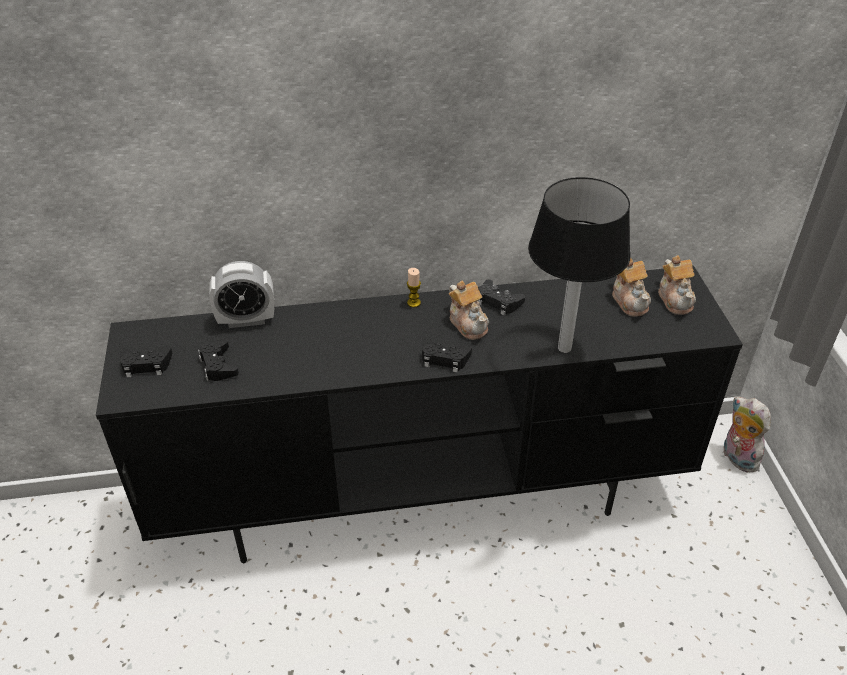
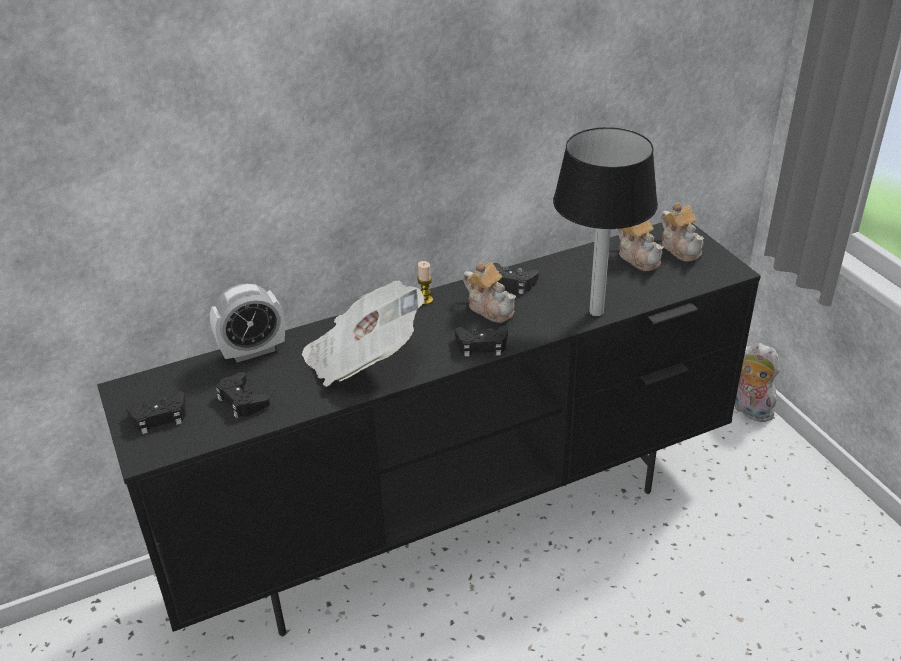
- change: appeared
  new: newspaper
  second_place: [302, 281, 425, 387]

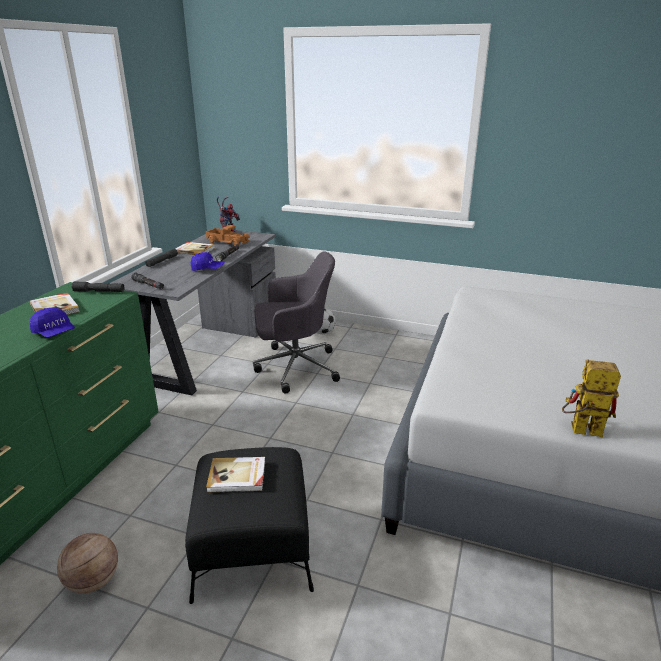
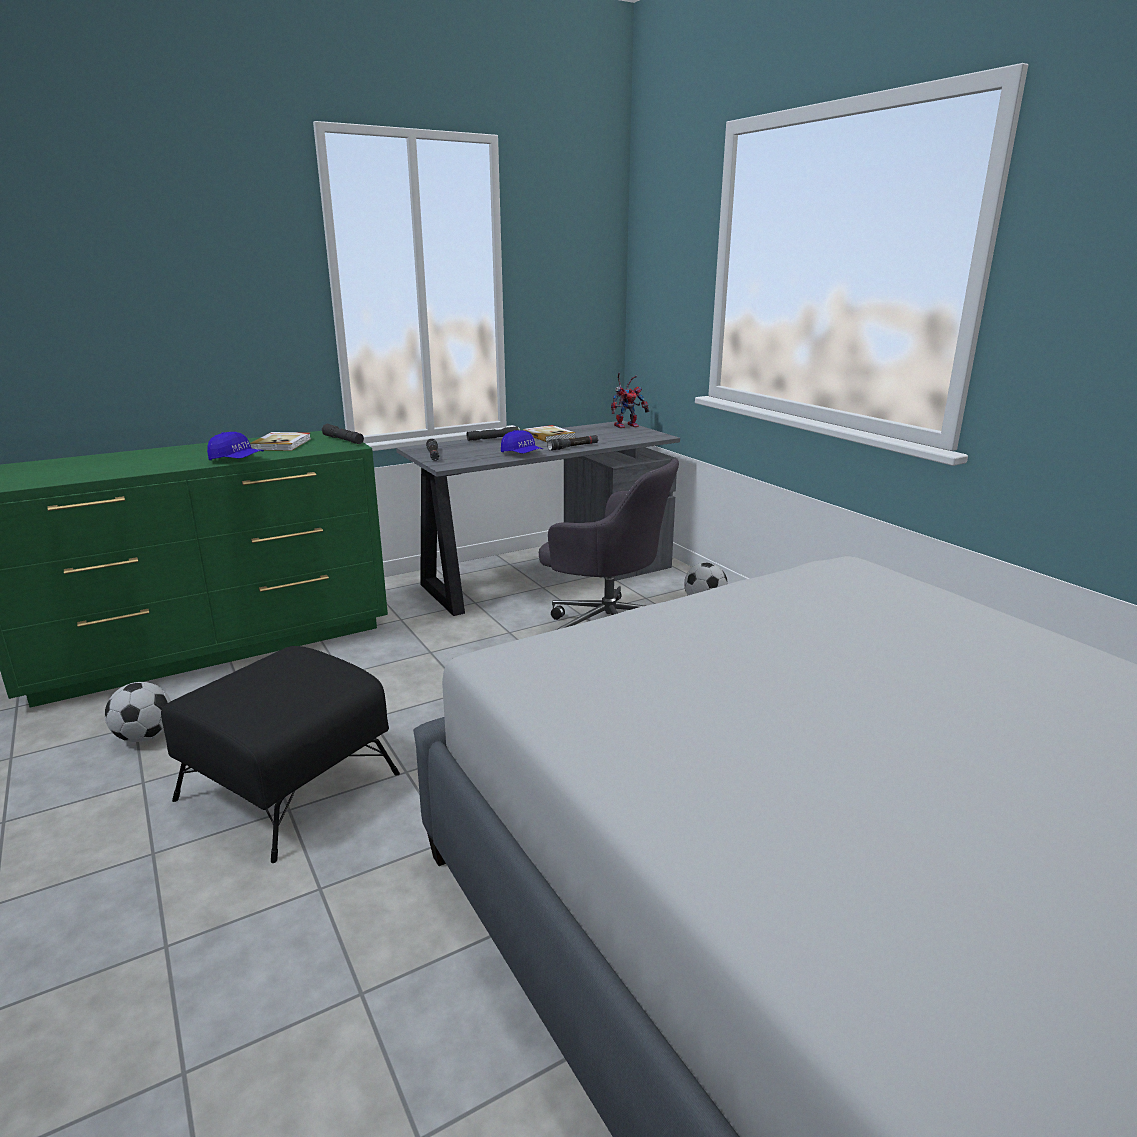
- change: spun
  old: blue cap
  first_place: [30, 308, 75, 337]
  second_place: [207, 432, 264, 460]
  degrees: -60
- change: exchanged
  old: basketball
  new: football
  first_place: [57, 533, 118, 594]
  second_place: [105, 682, 171, 742]
- change: missing
  old: toy truck
  first_place: [206, 225, 250, 245]
- change: missing
  old: book
  first_place: [206, 457, 265, 493]
- change: missing
  old: toy robot
  first_place: [562, 359, 621, 437]

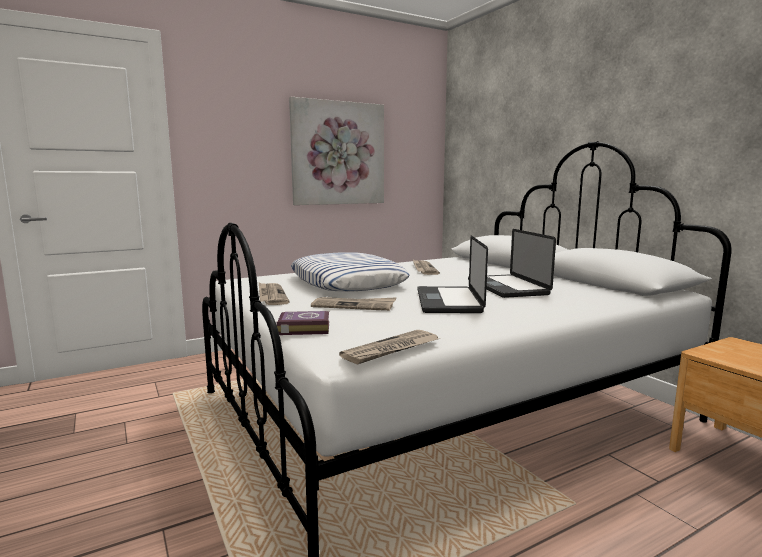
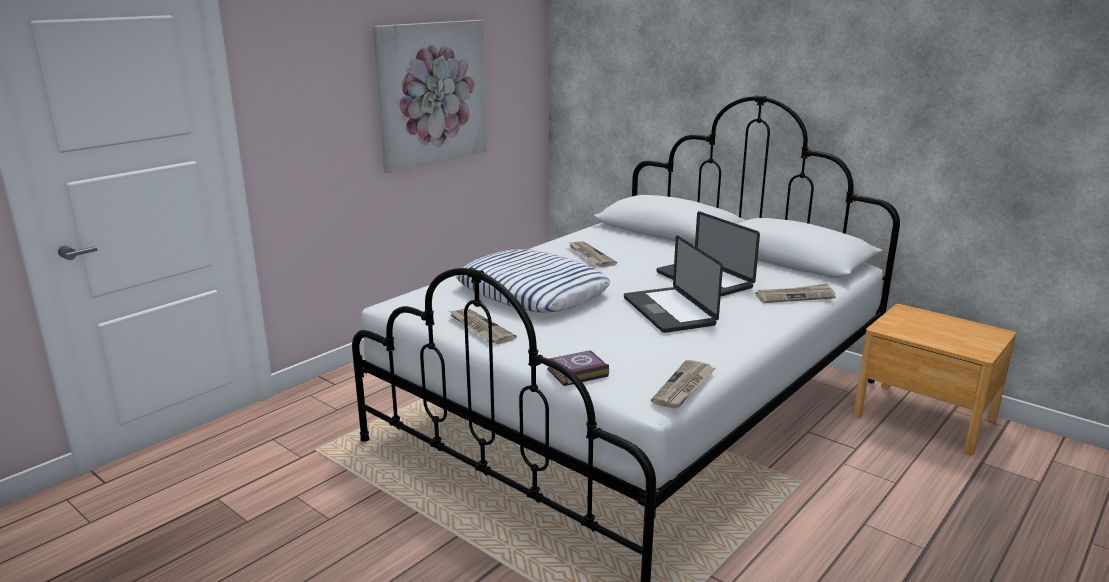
- change: relocated
  old: newspaper
  first_place: [311, 297, 396, 311]
  second_place: [755, 283, 836, 303]

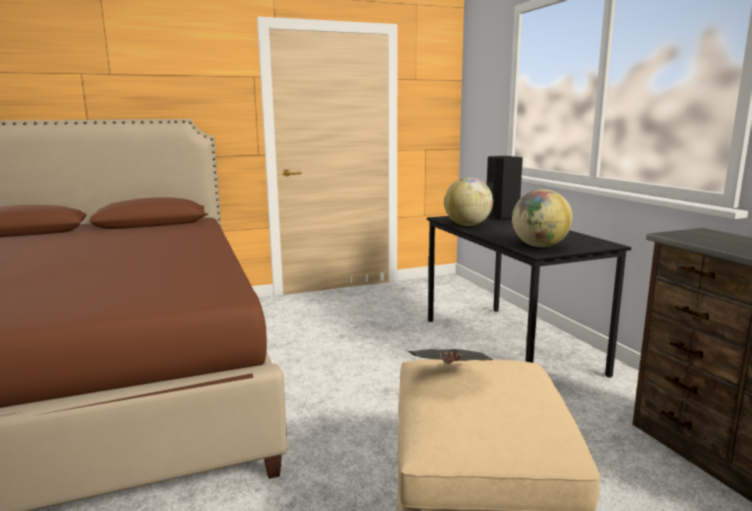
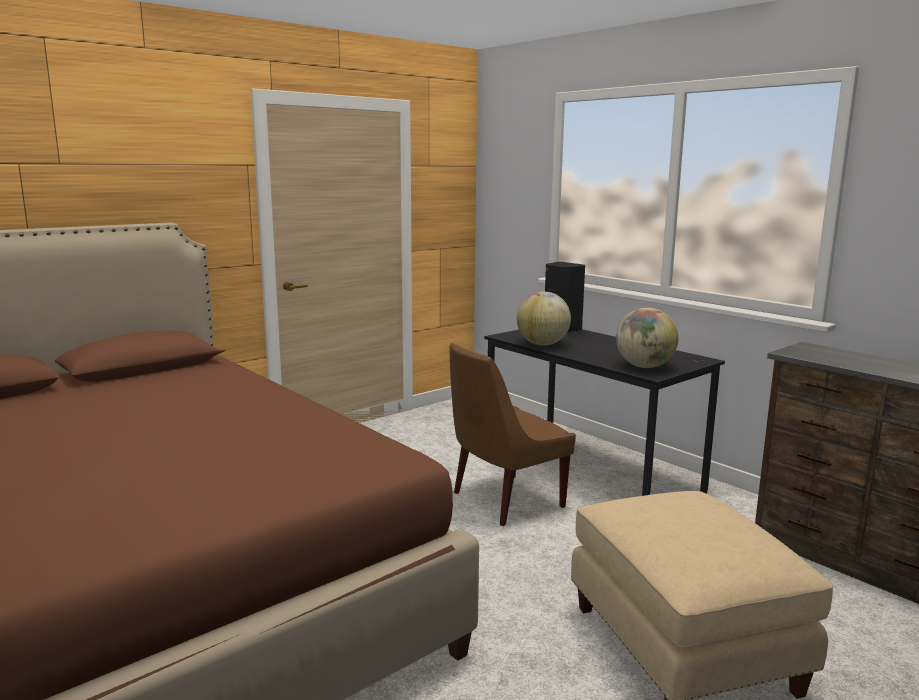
- change: missing
  old: newspaper
  first_place: [405, 349, 493, 364]
- change: appeared
  new: brown chair
  second_place: [449, 343, 576, 526]

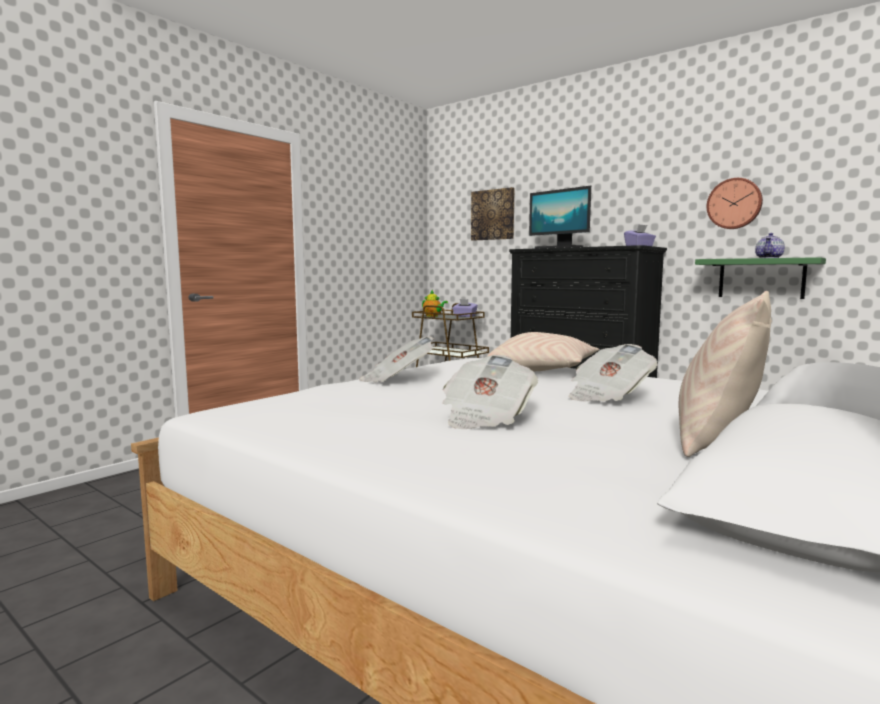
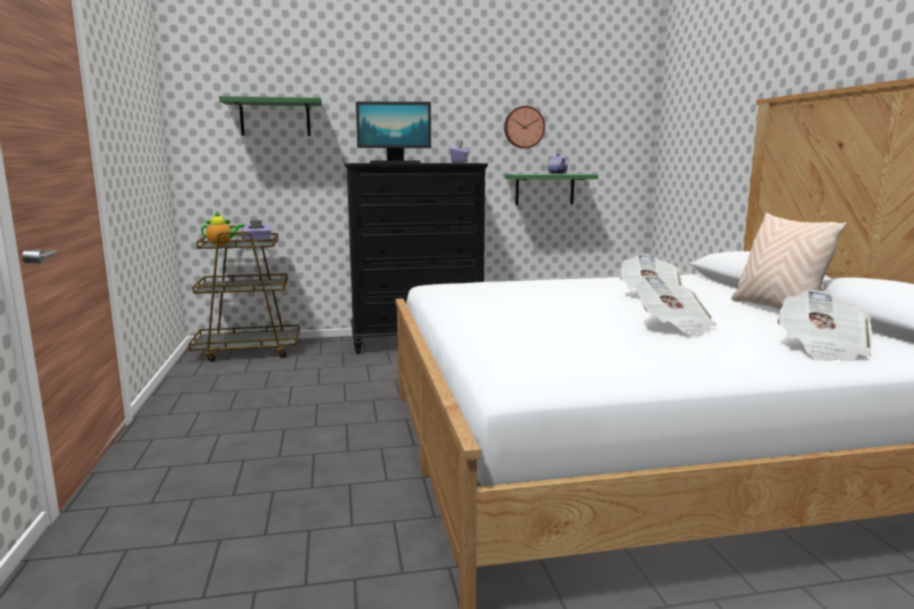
- change: relocated
  old: newspaper
  first_place: [360, 336, 434, 382]
  second_place: [777, 290, 873, 361]
- change: exchanged
  old: picture
  new: green shelf
  first_place: [471, 187, 514, 241]
  second_place: [219, 96, 322, 136]
- change: missing
  old: beige pillow
  first_place: [487, 332, 599, 371]

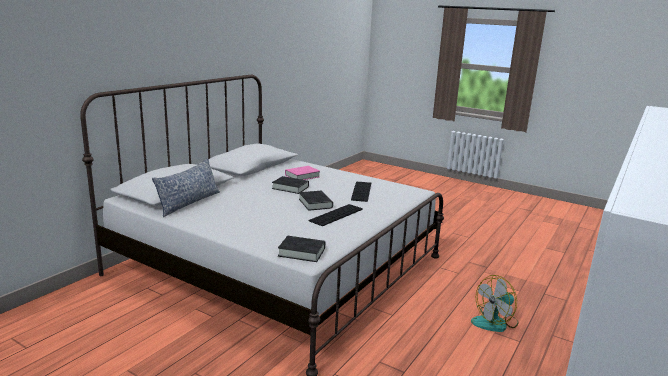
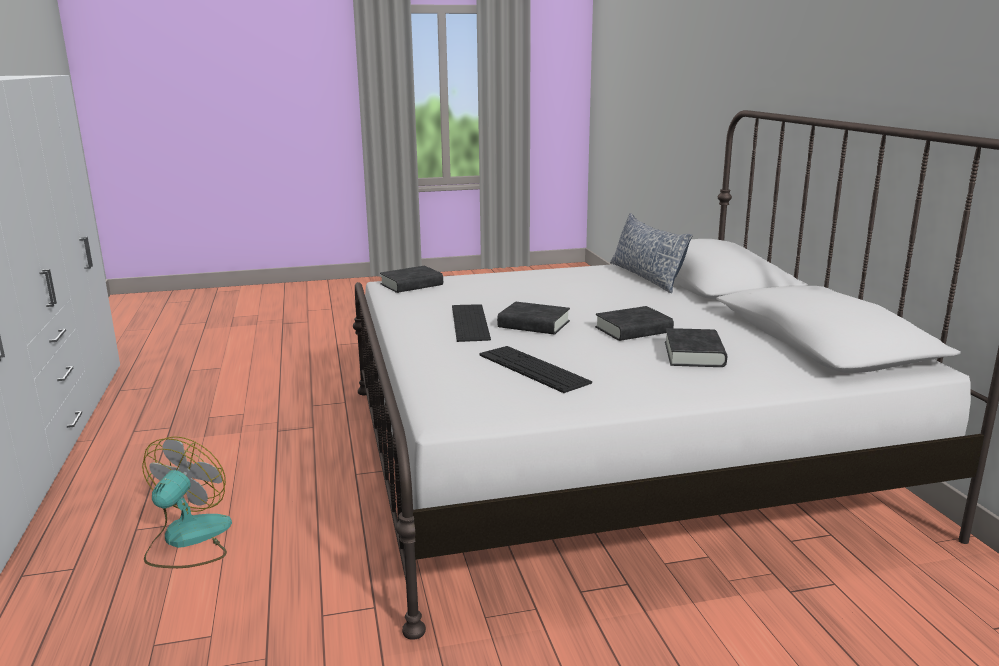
- change: colour
  old: pink book
  new: black book
  first_place: [285, 166, 320, 180]
  second_place: [665, 328, 727, 367]

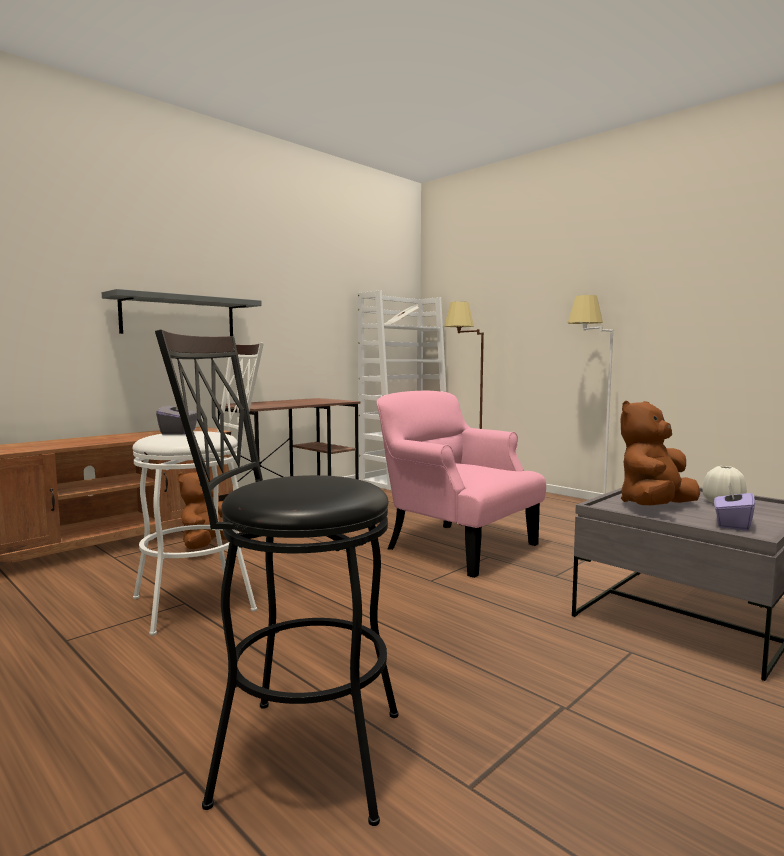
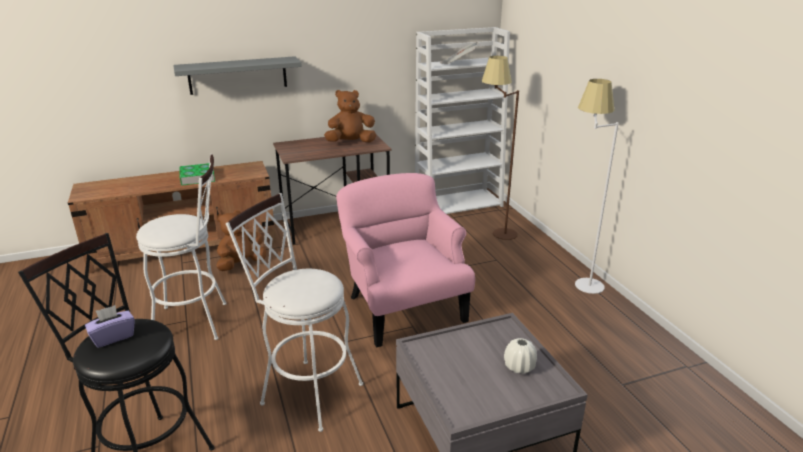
- change: missing
  old: grey tissue box
  first_place: [156, 398, 197, 435]
- change: relocated
  old: brown plush toy
  first_place: [620, 401, 700, 505]
  second_place: [324, 90, 376, 143]
- change: relocated
  old: purple tissue box
  first_place: [714, 483, 755, 531]
  second_place: [85, 305, 135, 348]
- change: appeared
  new: book
  second_place: [180, 163, 215, 185]
- change: appeared
  new: white stool
  second_place: [226, 193, 363, 432]

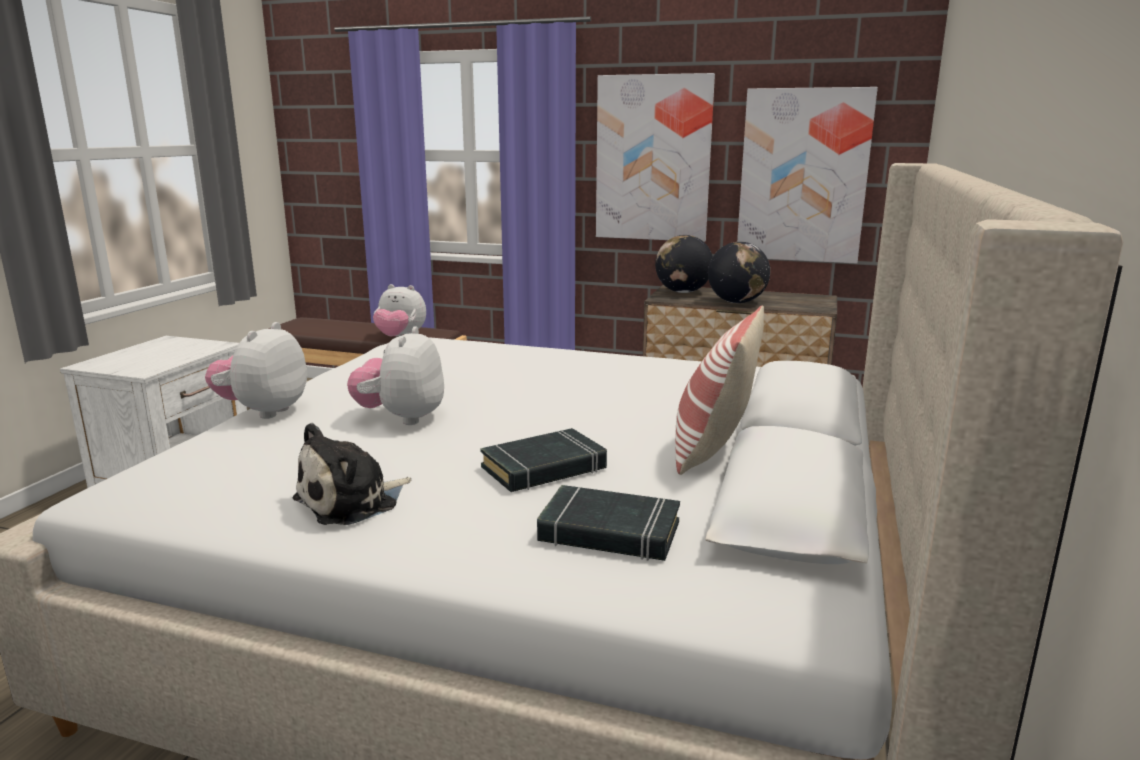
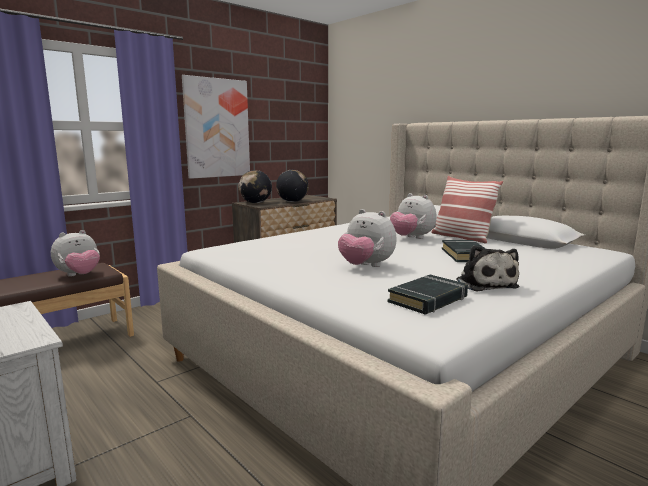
- change: relocated
  old: plush toy
  first_place: [205, 322, 307, 419]
  second_place: [390, 193, 436, 239]
- change: relocated
  old: black book
  first_place: [537, 485, 680, 561]
  second_place: [388, 275, 468, 314]
- change: missing
  old: picture
  first_place: [737, 87, 878, 263]

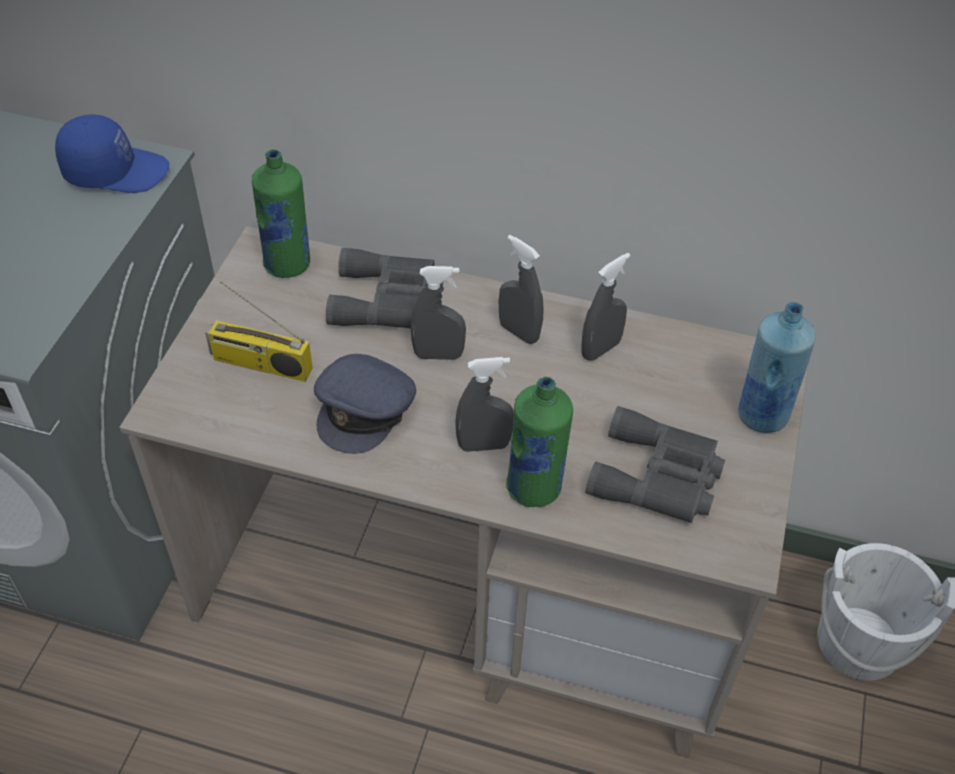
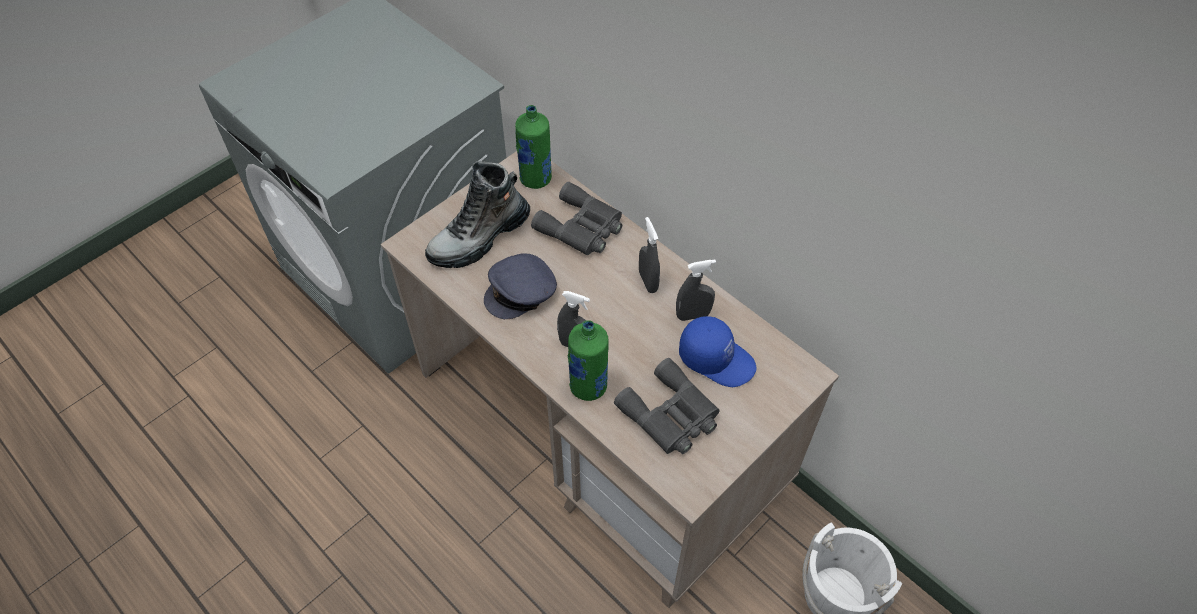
- change: relocated
  old: blue cap
  first_place: [55, 115, 169, 193]
  second_place: [679, 316, 756, 387]
- change: exchanged
  old: radio
  new: boot
  first_place: [205, 282, 313, 382]
  second_place: [425, 161, 530, 268]
- change: missing
  old: grey spray bottle
  first_place: [411, 266, 466, 360]
- change: missing
  old: blue bottle
  first_place: [738, 302, 816, 433]

